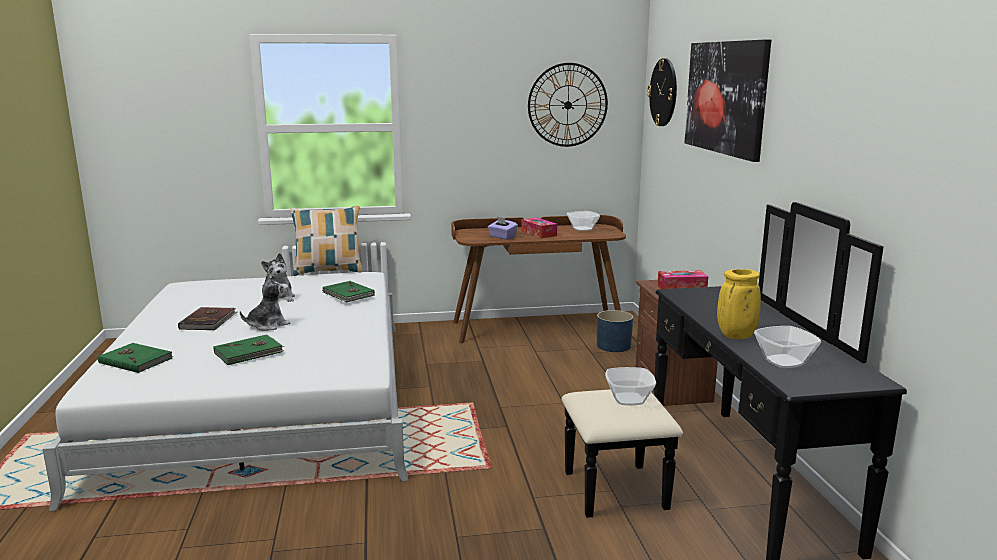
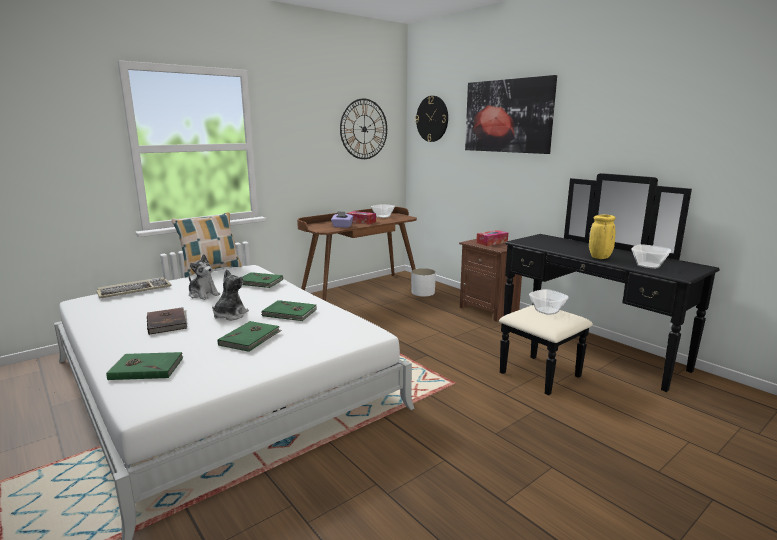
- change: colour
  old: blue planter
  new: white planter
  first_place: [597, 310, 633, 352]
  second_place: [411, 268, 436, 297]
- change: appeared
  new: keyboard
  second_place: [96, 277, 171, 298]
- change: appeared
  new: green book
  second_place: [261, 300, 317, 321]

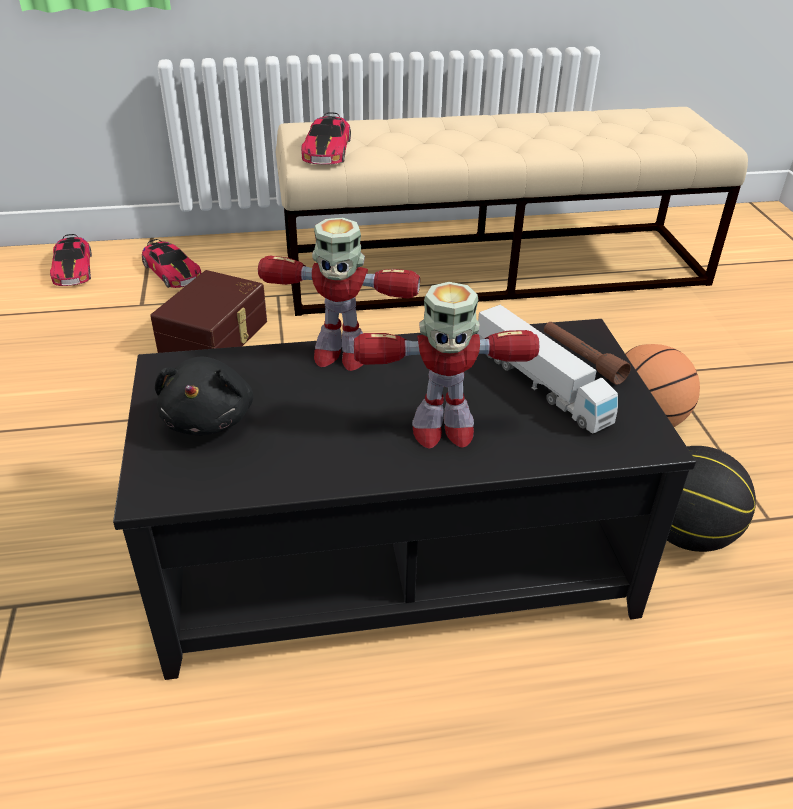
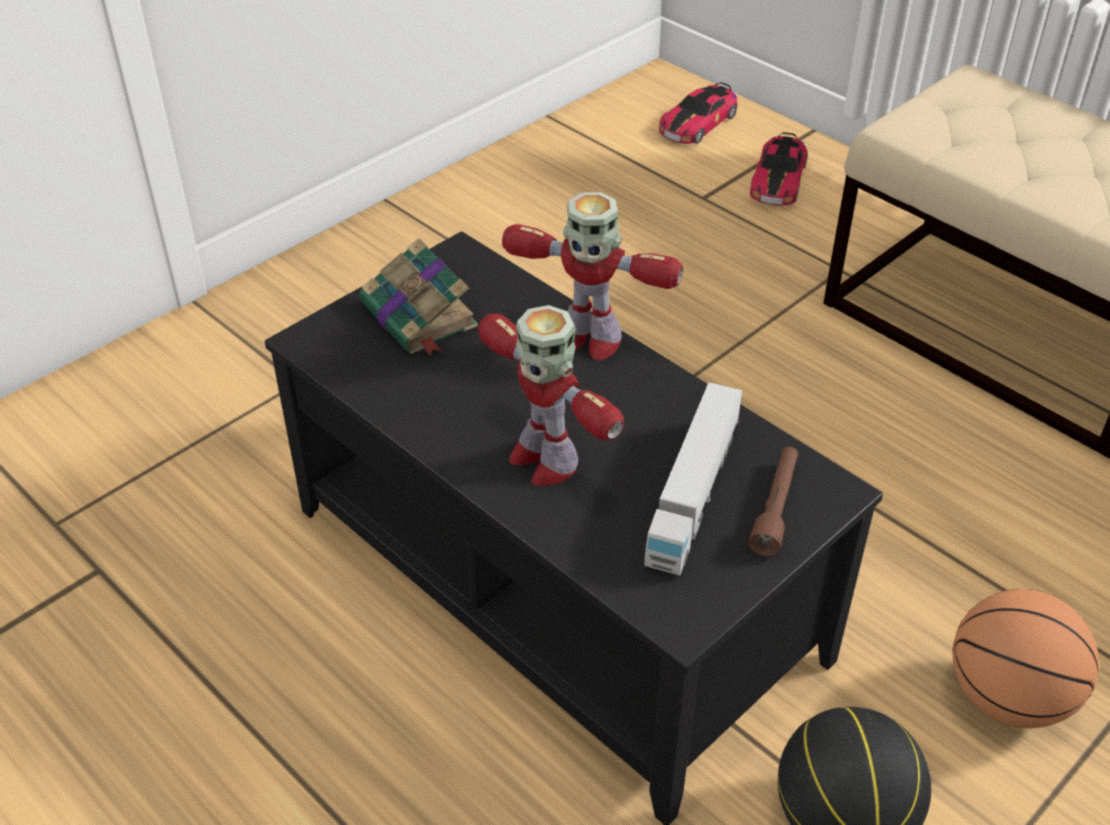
- change: missing
  old: brown storage box
  first_place: [150, 270, 267, 353]
- change: exchanged
  old: black plush toy
  new: book
  first_place: [155, 356, 253, 435]
  second_place: [359, 238, 478, 356]
- change: spun
  old: toy robot
  first_place: [258, 218, 420, 371]
  second_place: [502, 192, 683, 360]
  degrees: -45
- change: missing
  old: toy car
  first_place: [301, 113, 351, 165]

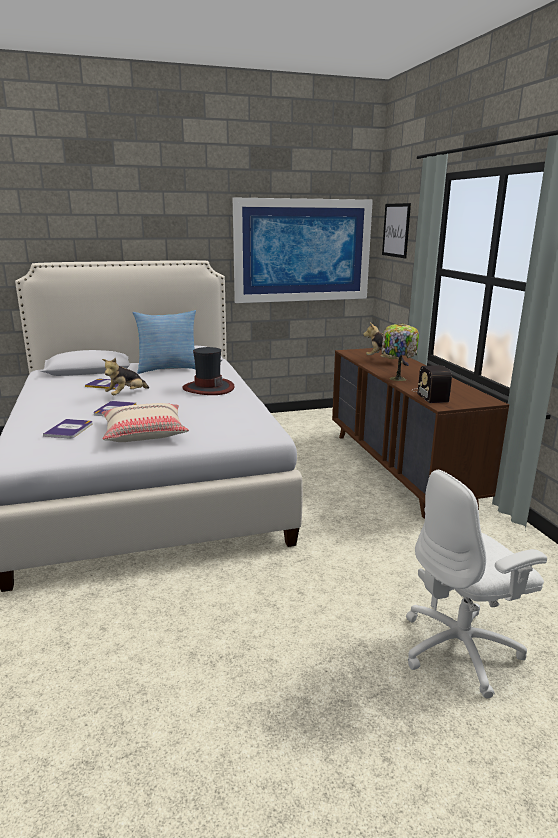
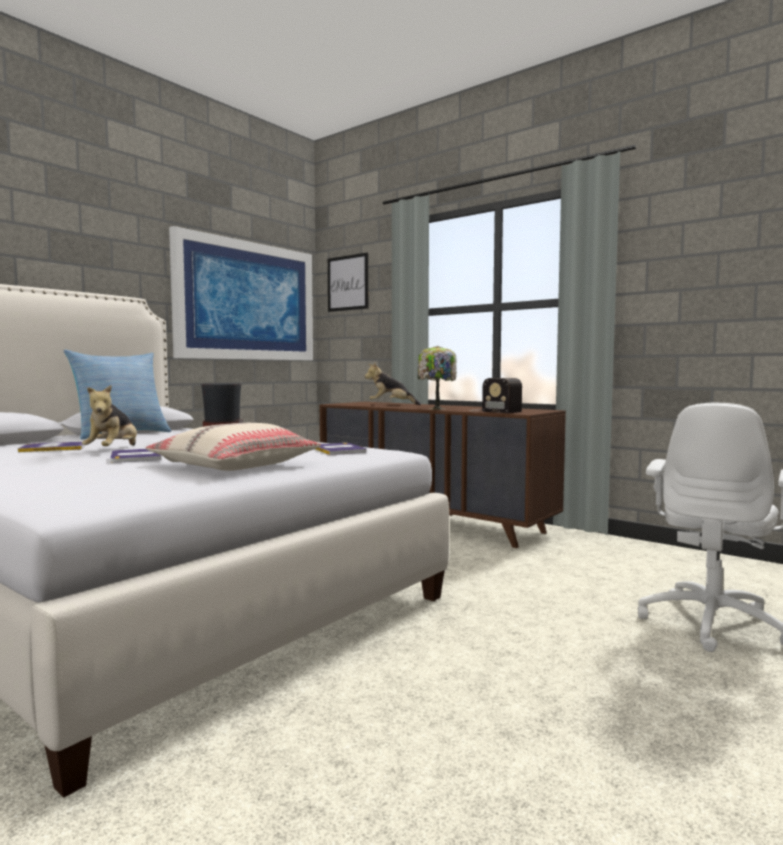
- change: relocated
  old: book
  first_place: [43, 419, 92, 438]
  second_place: [315, 443, 367, 455]

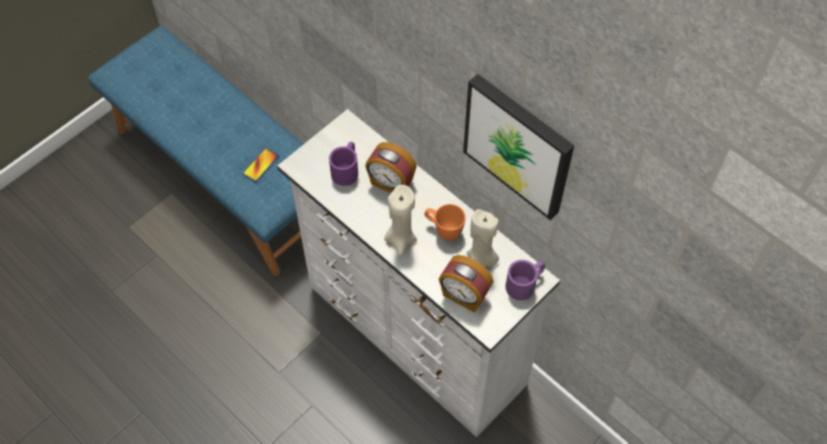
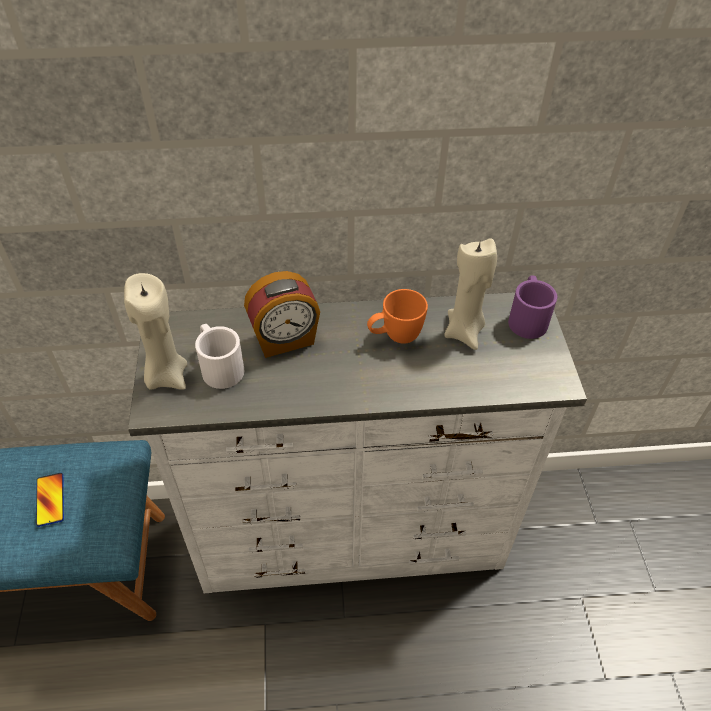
- change: colour
  old: purple mug
  new: white mug
  first_place: [329, 142, 358, 186]
  second_place: [195, 324, 244, 389]
- change: relocated
  old: beige candle
  first_place: [384, 185, 417, 255]
  second_place: [124, 273, 187, 390]
- change: missing
  old: alarm clock
  first_place: [439, 255, 493, 312]
- change: missing
  old: picture
  first_place: [463, 74, 574, 220]

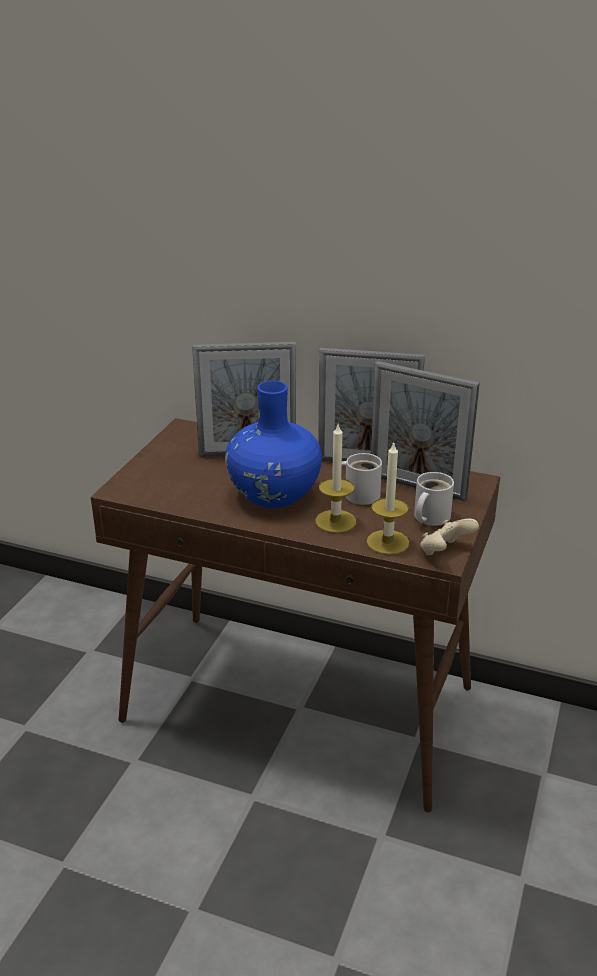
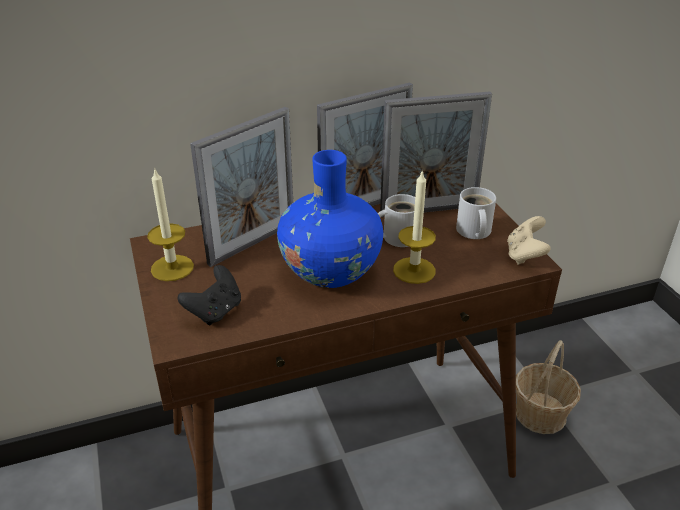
- change: relocated
  old: candle
  first_place: [367, 442, 409, 555]
  second_place: [147, 167, 194, 281]
- change: appeared
  new: black game controller
  second_place: [177, 265, 241, 325]
- change: appeared
  new: basket
  second_place: [516, 340, 581, 434]

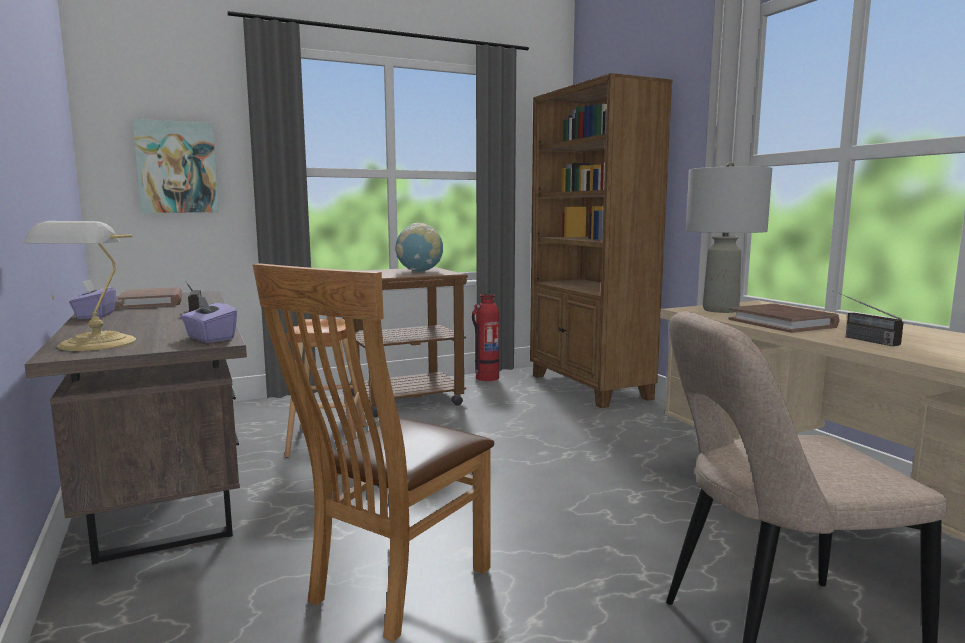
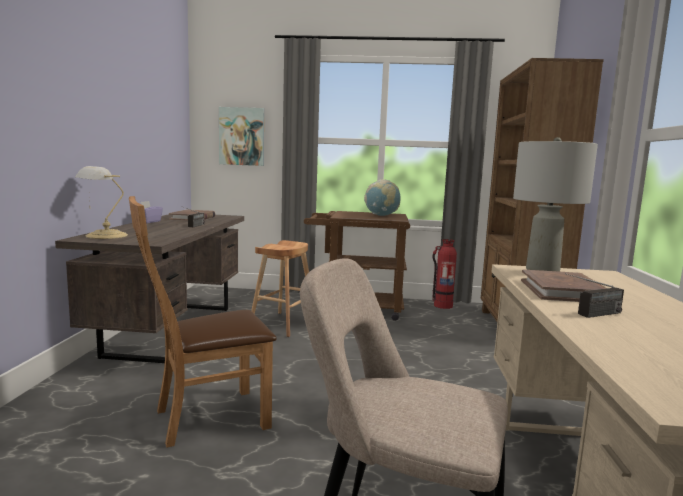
- change: missing
  old: purple tissue box
  first_place: [181, 295, 237, 343]
- change: spun
  old: radio
  first_place: [834, 291, 904, 346]
  second_place: [565, 273, 624, 318]
  degrees: -120

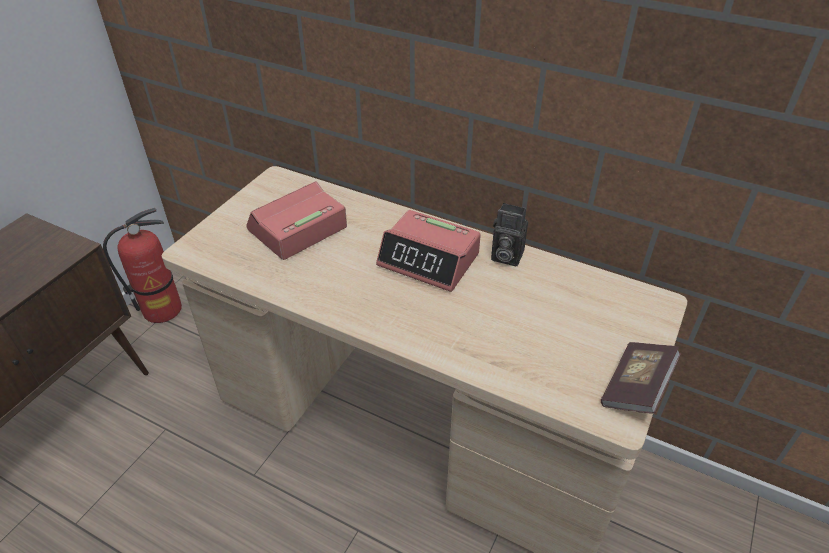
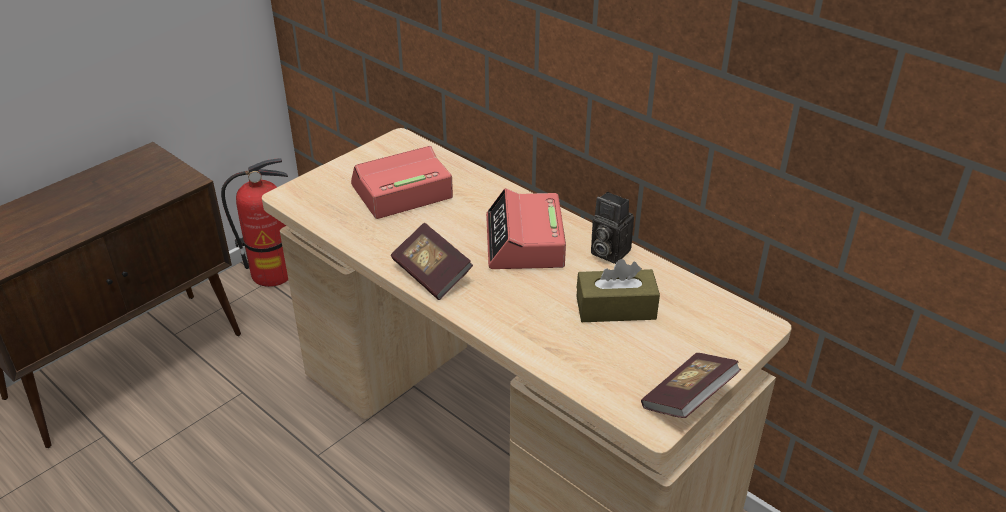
- change: spun
  old: alarm clock
  first_place: [376, 210, 481, 292]
  second_place: [486, 188, 566, 269]
  degrees: 45
- change: appeared
  new: book
  second_place: [391, 222, 473, 300]
- change: appeared
  new: brown tissue box
  second_place: [577, 259, 660, 322]

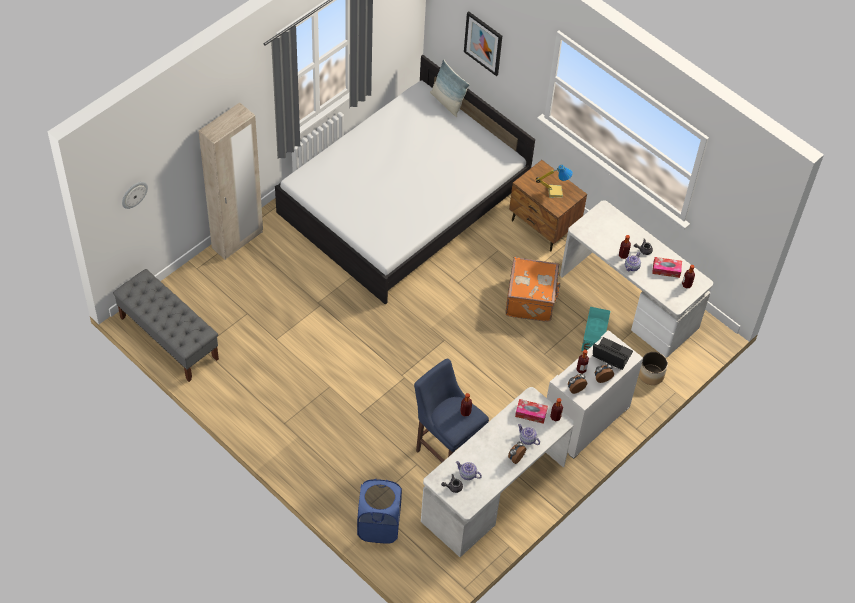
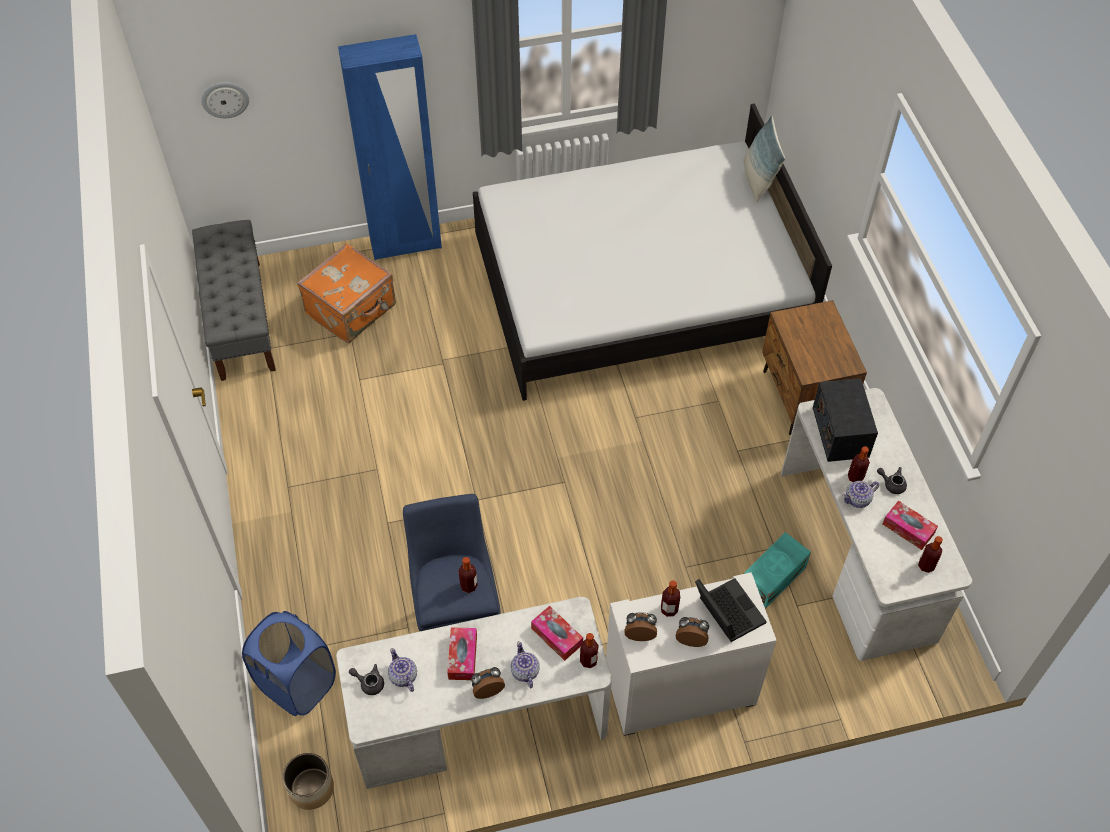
- change: colour
  old: beige wardrobe
  new: blue wardrobe
  first_place: [199, 103, 263, 260]
  second_place: [338, 34, 442, 260]
- change: missing
  old: picture
  first_place: [464, 11, 502, 76]
- change: relocated
  old: orange suitcase
  first_place: [505, 257, 560, 322]
  second_place: [297, 243, 396, 343]
- change: missing
  old: table lamp
  first_place: [536, 165, 573, 198]
- change: relocated
  old: planter
  first_place: [639, 352, 668, 385]
  second_place: [283, 753, 334, 810]
- change: appeared
  new: tissue box
  second_place: [447, 627, 477, 680]
- change: appeared
  new: radio
  second_place: [813, 378, 878, 462]

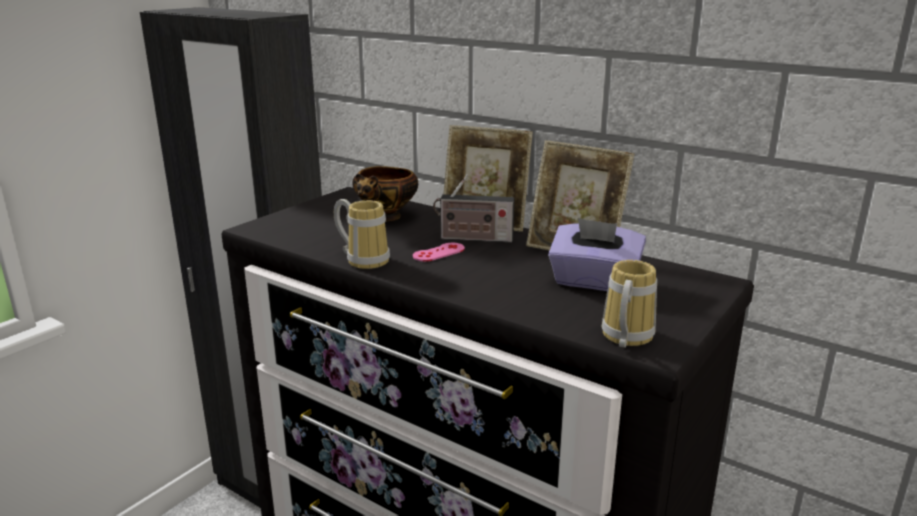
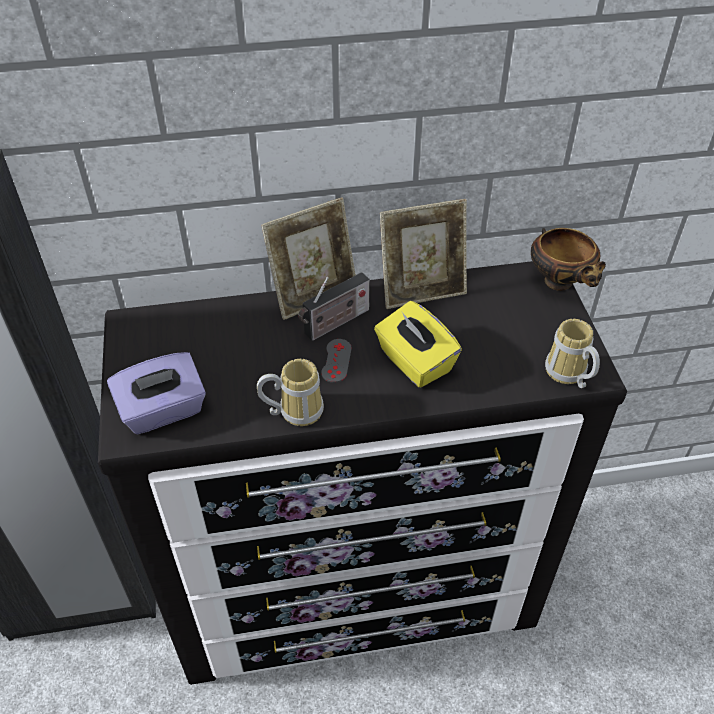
- change: relocated
  old: bowl
  first_place: [352, 166, 418, 221]
  second_place: [531, 228, 606, 291]
- change: colour
  old: pink game controller
  new: grey game controller
  first_place: [413, 243, 465, 262]
  second_place: [321, 339, 352, 383]
- change: relocated
  old: purple tissue box
  first_place: [548, 218, 646, 291]
  second_place: [107, 352, 206, 434]
- change: appeared
  new: yellow tissue box
  second_place: [374, 301, 462, 388]

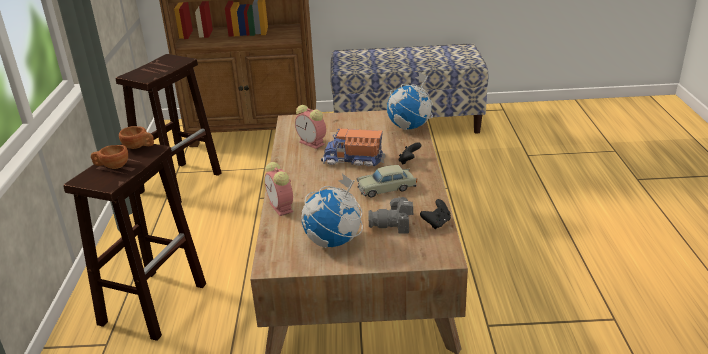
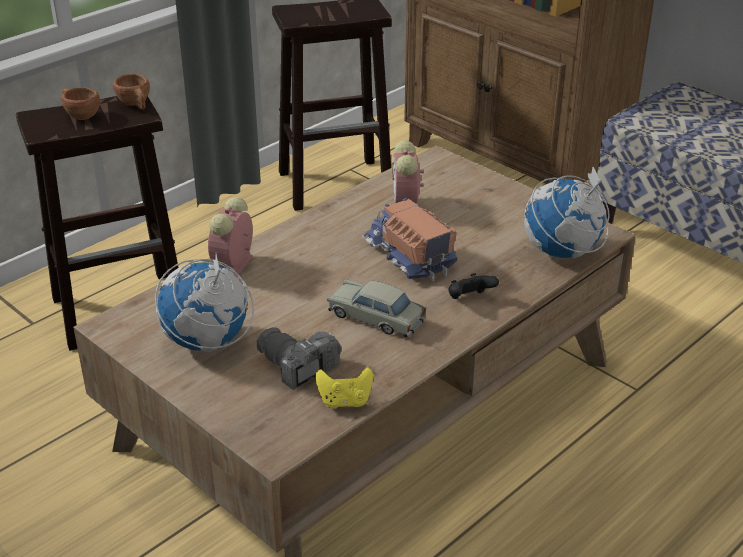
- change: colour
  old: black game controller
  new: yellow game controller
  first_place: [420, 199, 451, 229]
  second_place: [315, 367, 373, 408]

